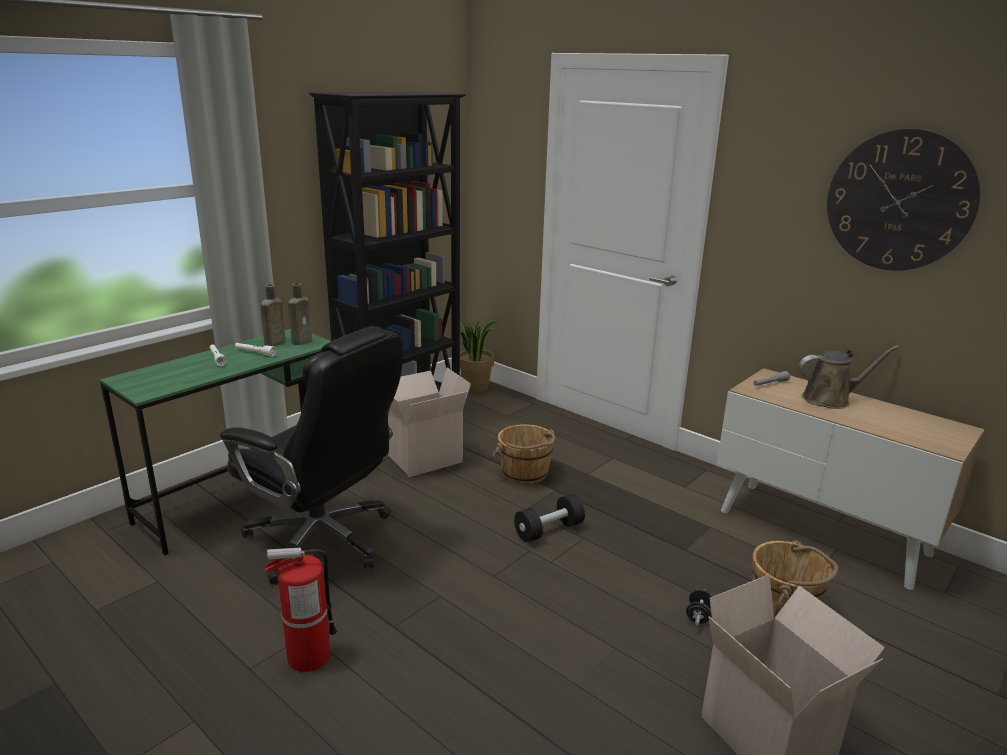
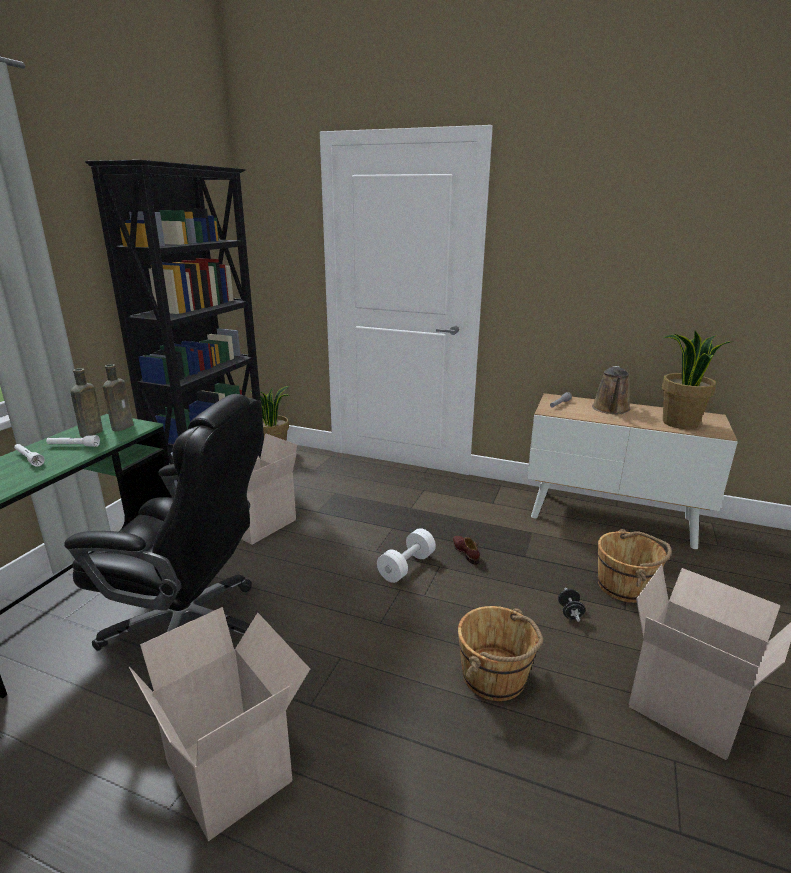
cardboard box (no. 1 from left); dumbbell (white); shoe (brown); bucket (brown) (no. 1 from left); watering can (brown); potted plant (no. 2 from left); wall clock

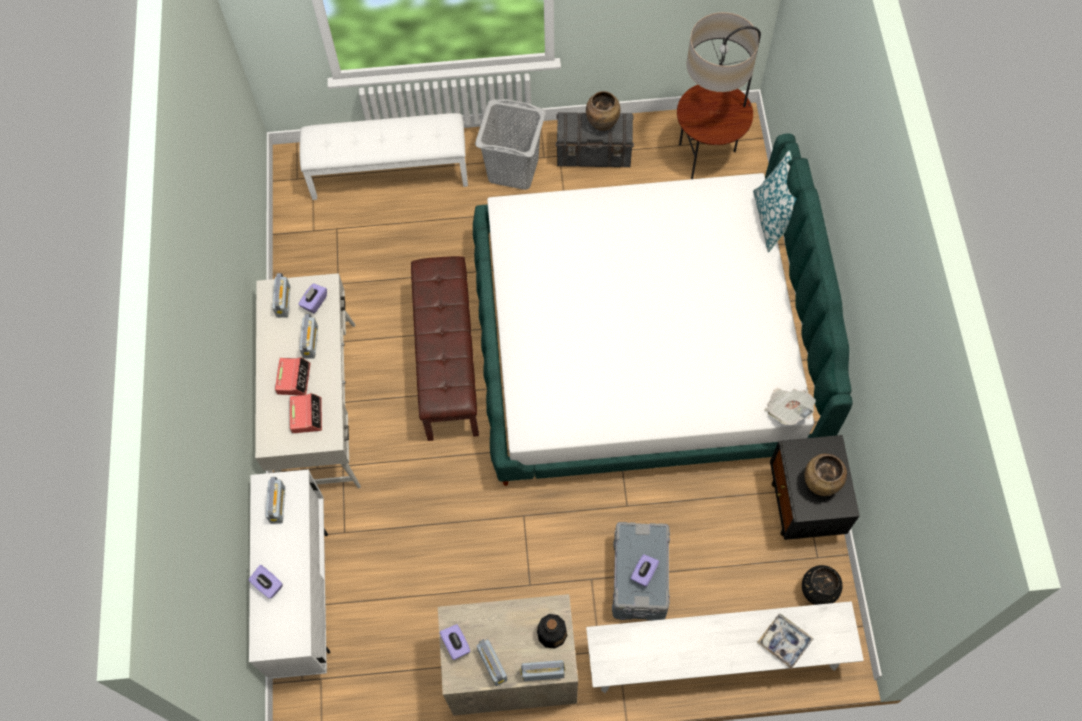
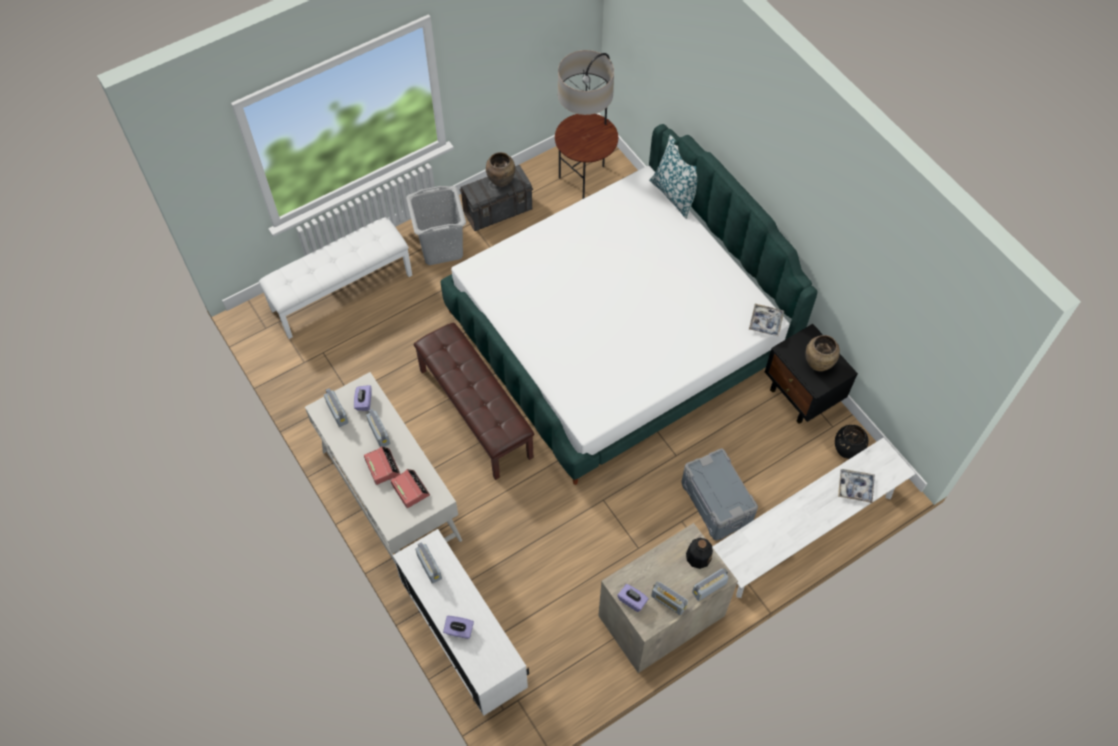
tray (no. 1 from left); tissue box (purple) (no. 4 from left in the first image)

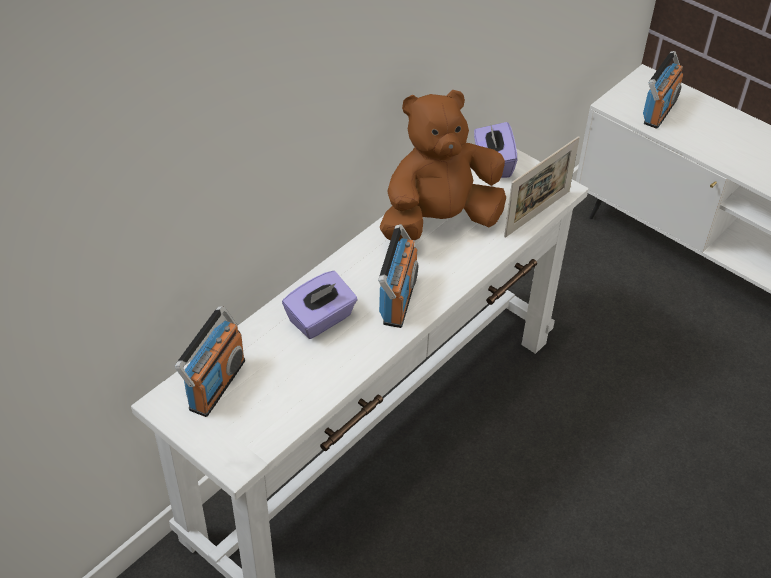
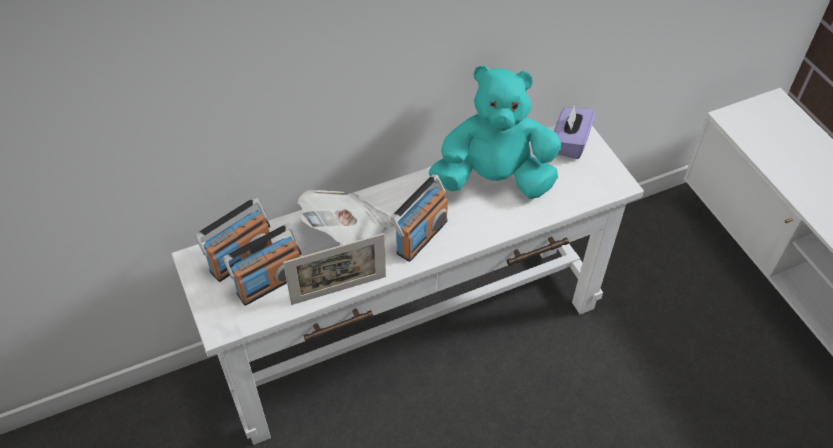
radio (no. 2 from left); picture frame; newspaper; plush toy (turquoise)

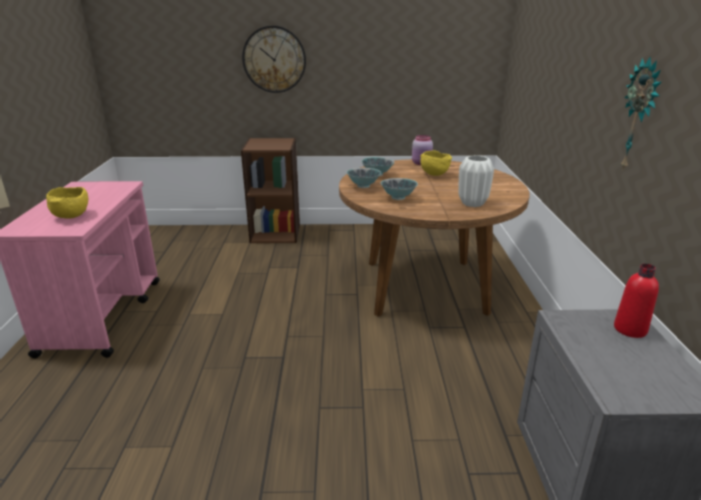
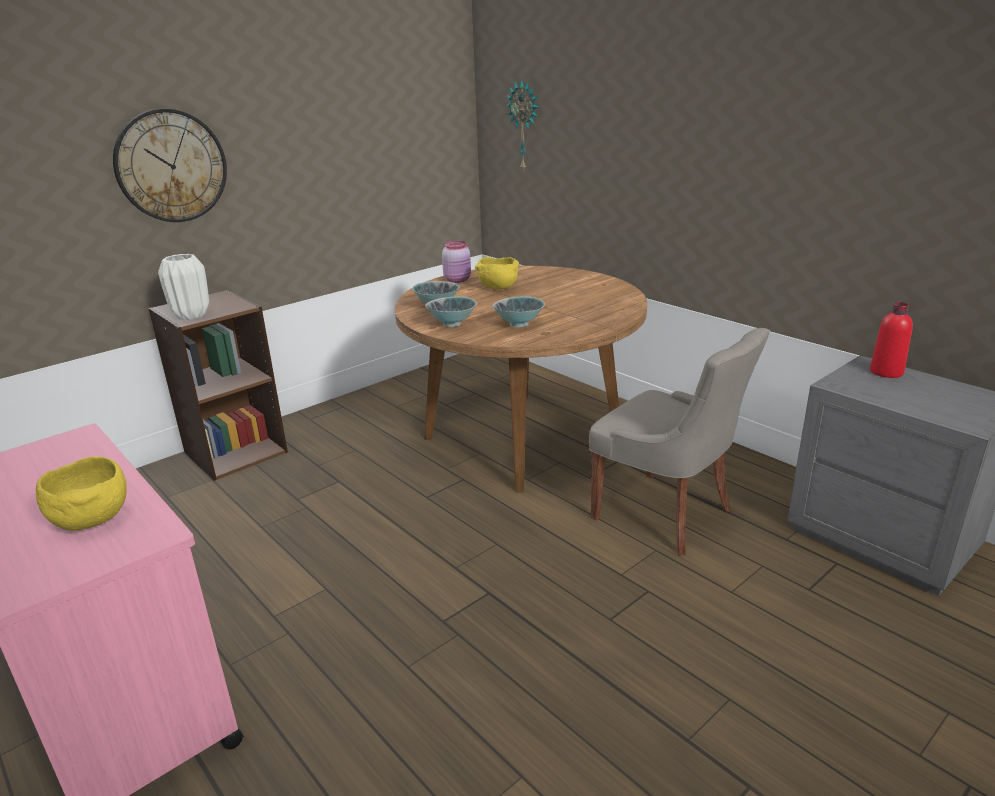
vase (white); wall clock (no. 2 from left); chair (grey)

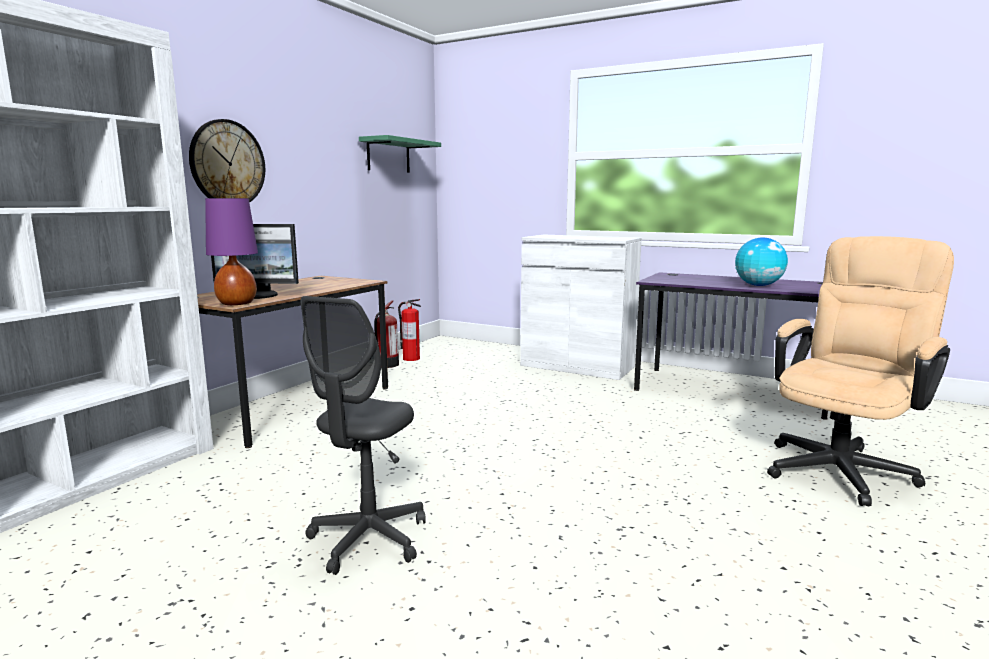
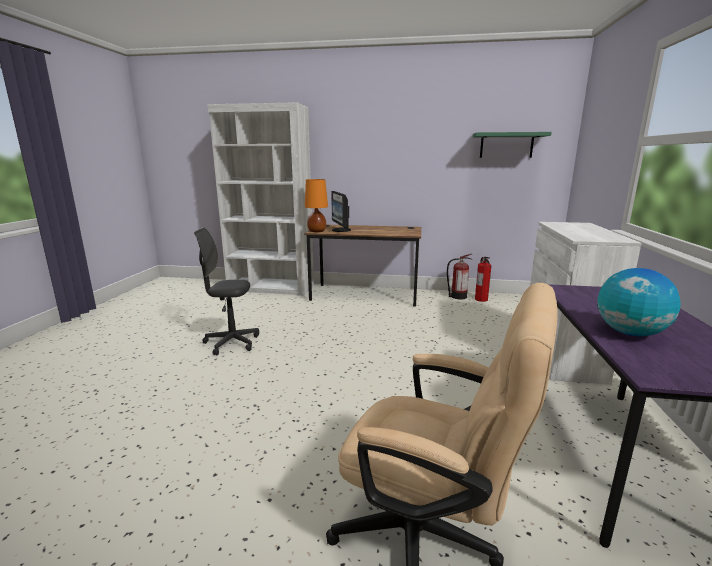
table lamp (orange); wall clock

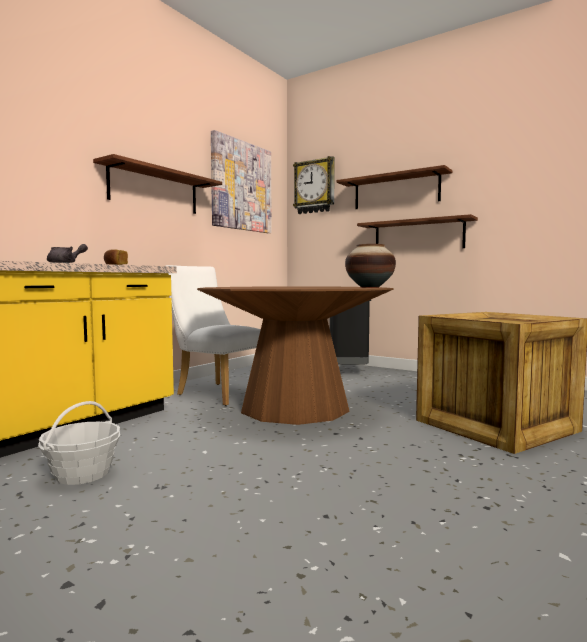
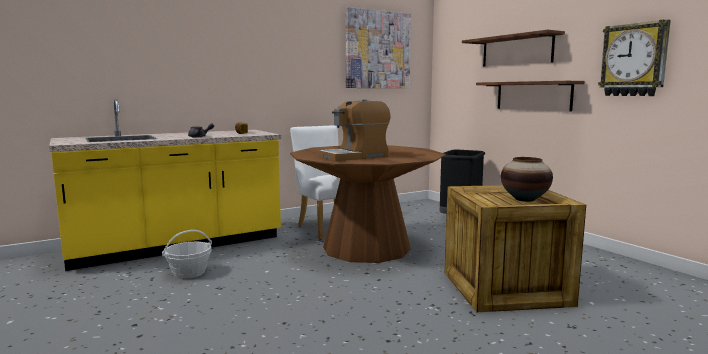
coffee machine; vase; wall clock; shelf (no. 1 from left in the first image)

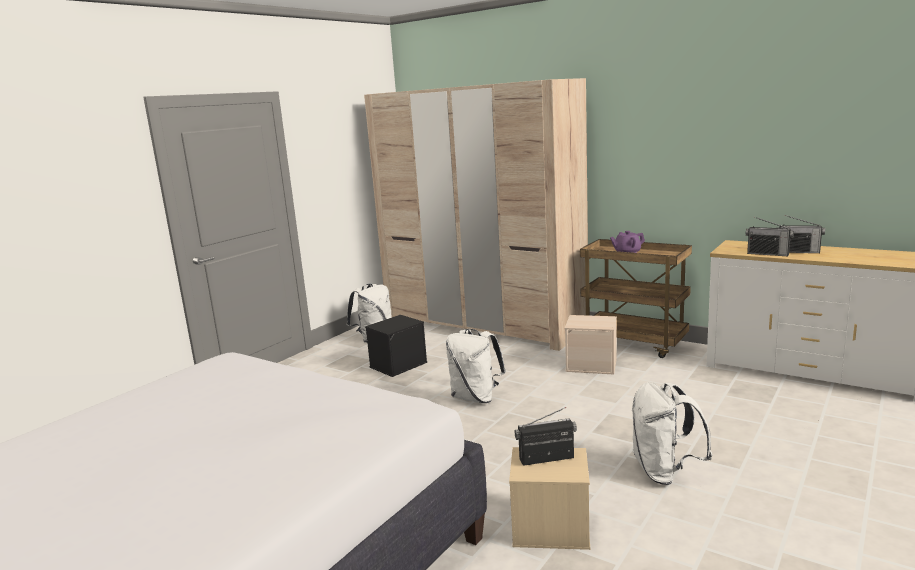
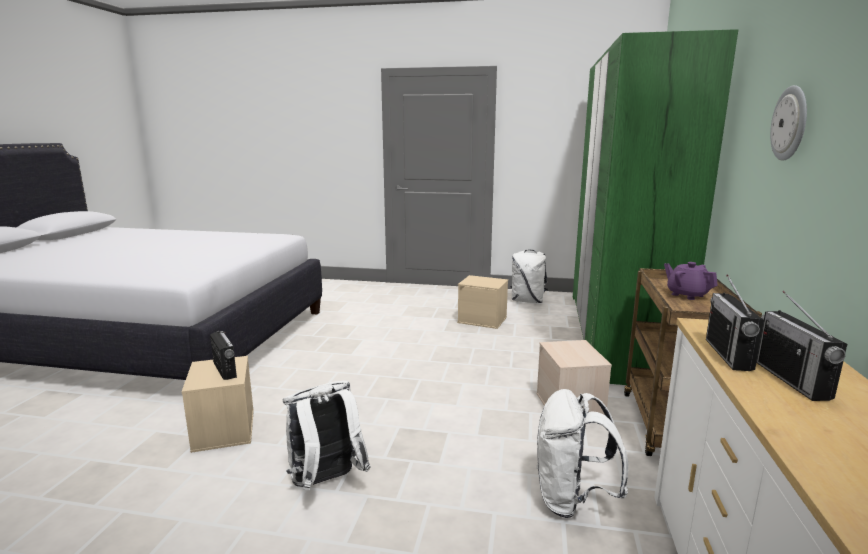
storage box (beige) (no. 2 from left); backpack (white) (no. 3 from left); wardrobe (green); wall clock

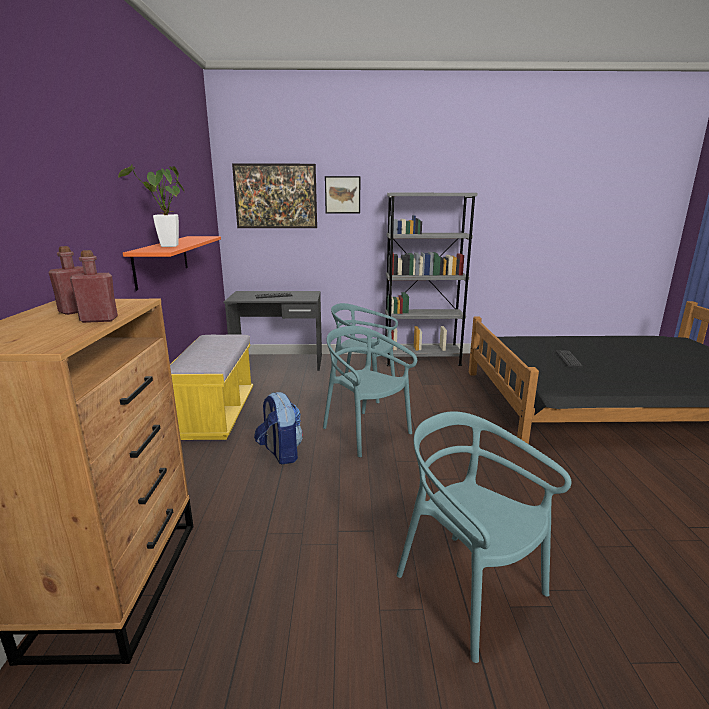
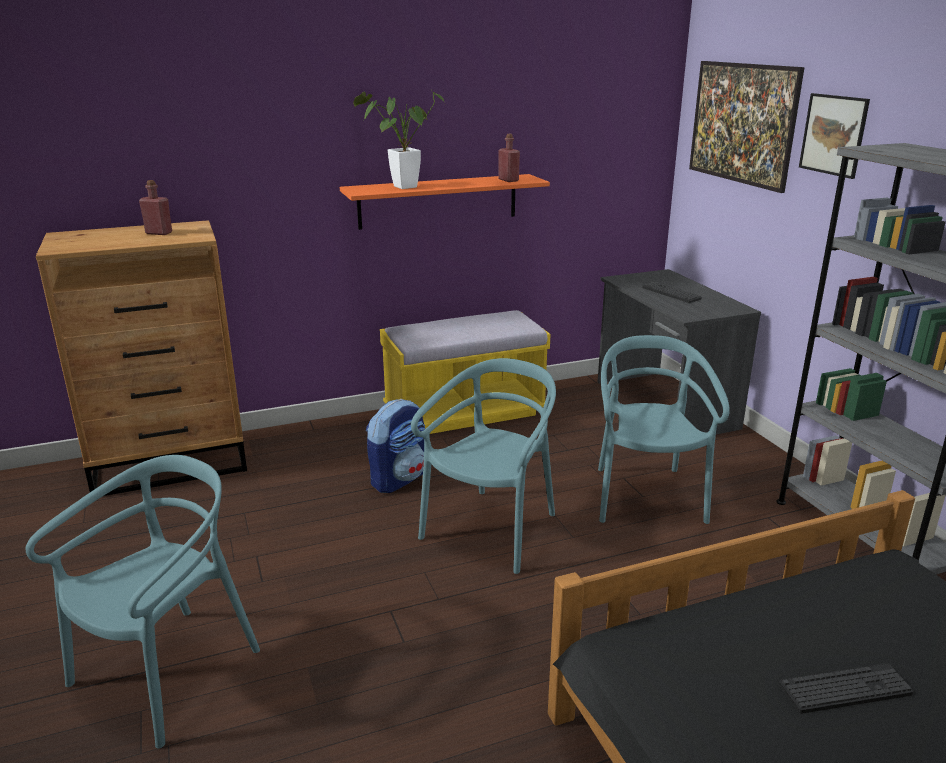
bottle (red) (no. 2 from left)

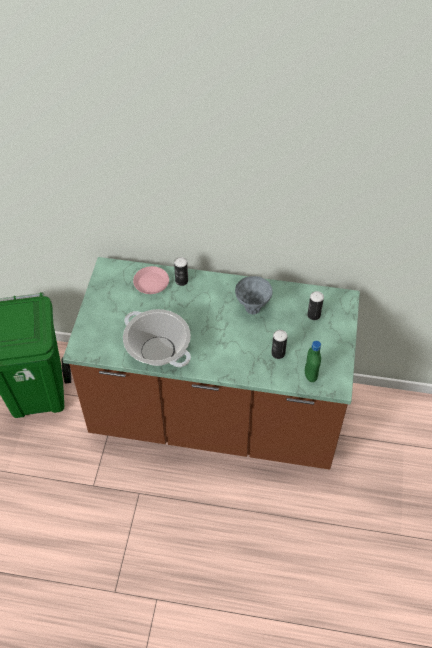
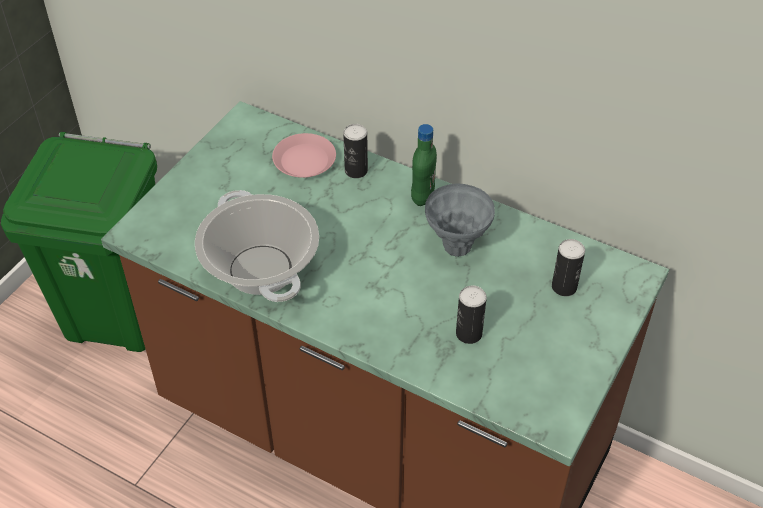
bottle (green)

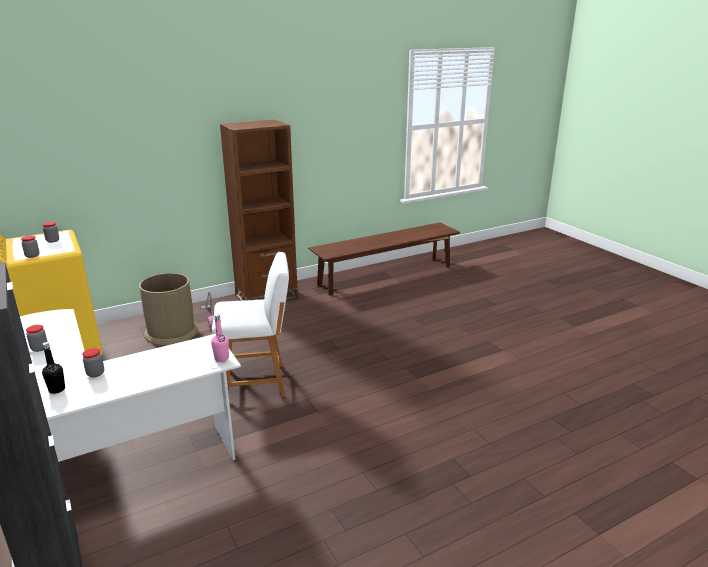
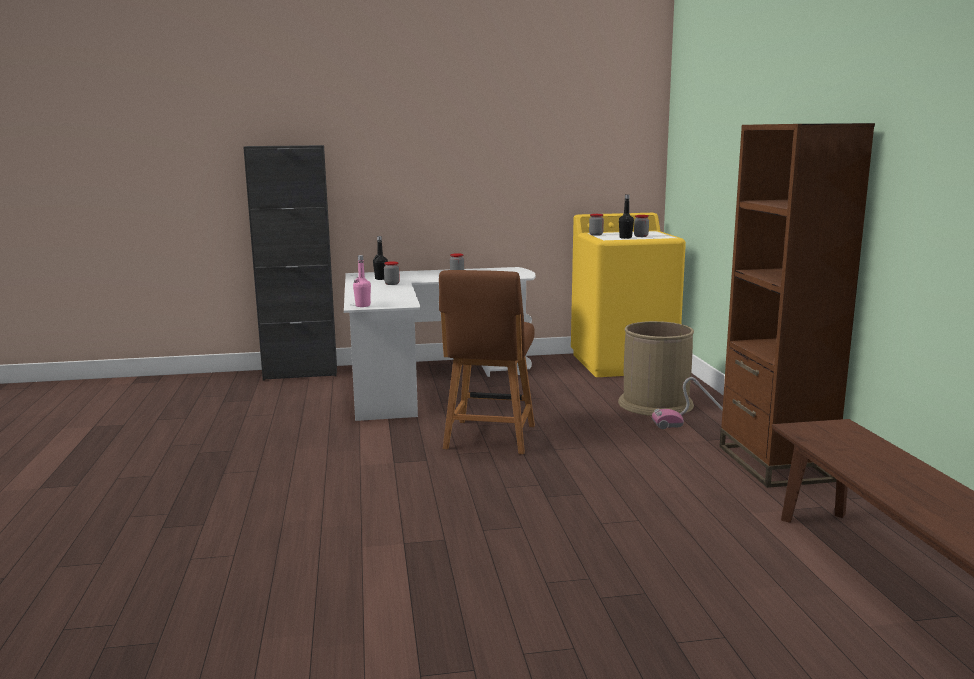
chair (brown); bottle (black) (no. 2 from left)

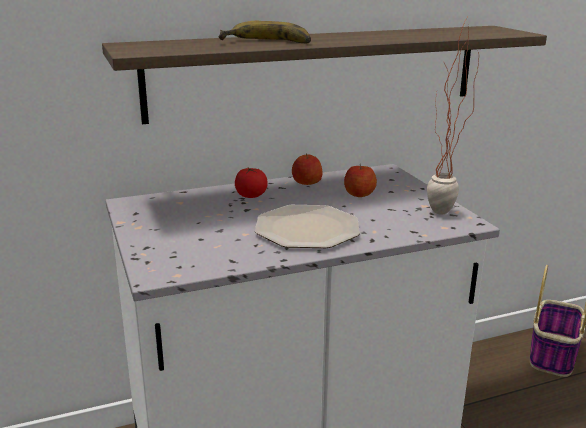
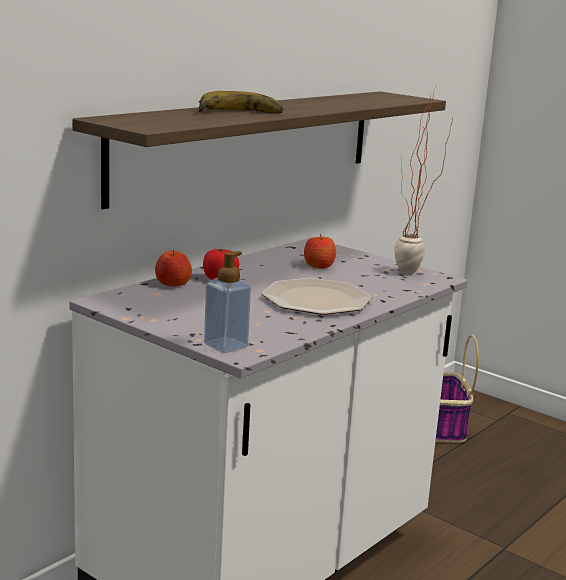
apple (no. 1 from left); soap dispenser

